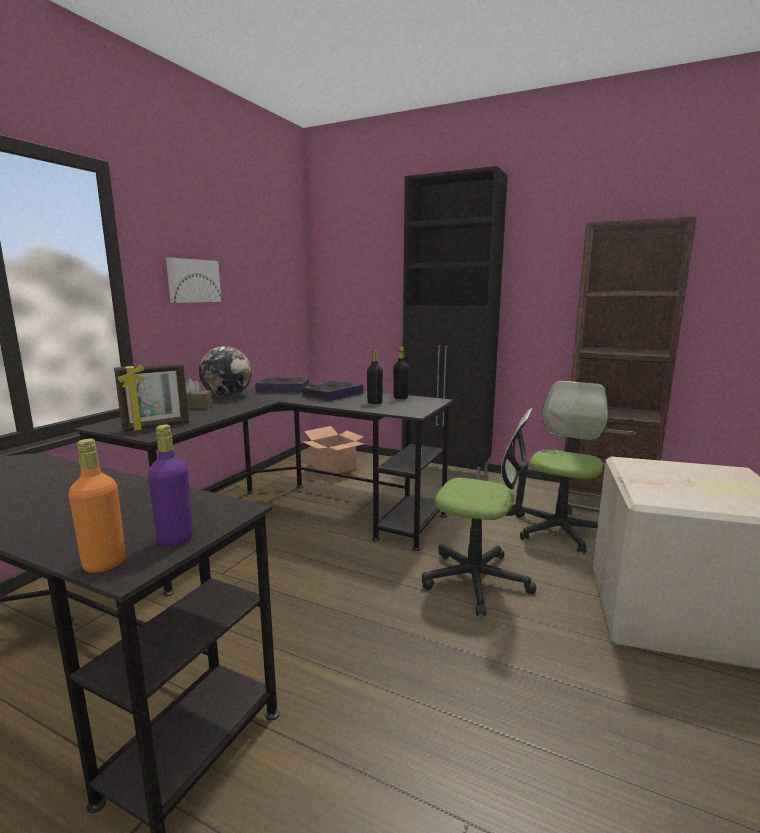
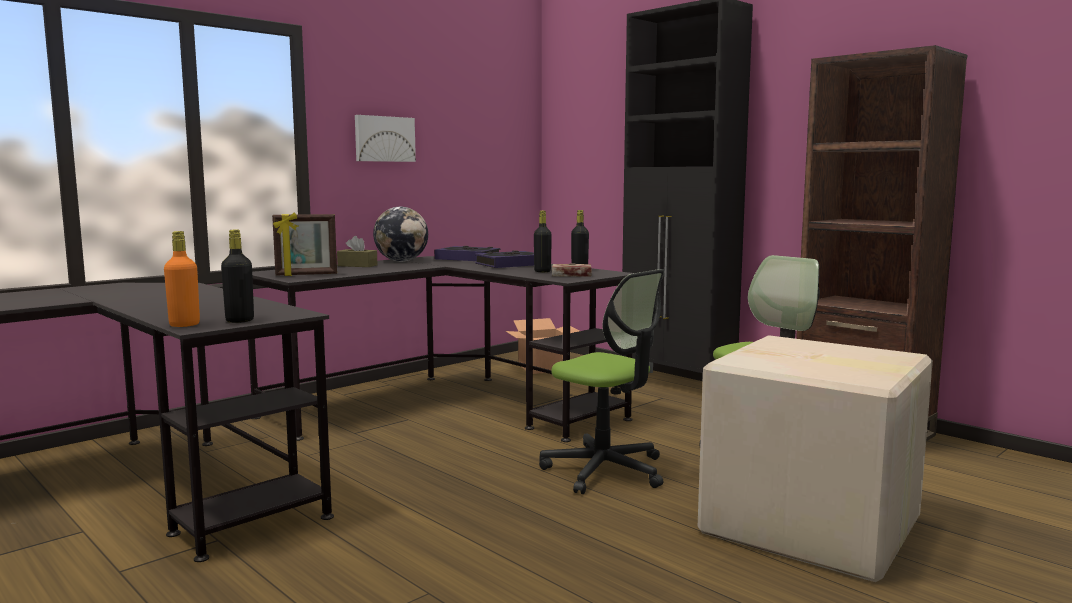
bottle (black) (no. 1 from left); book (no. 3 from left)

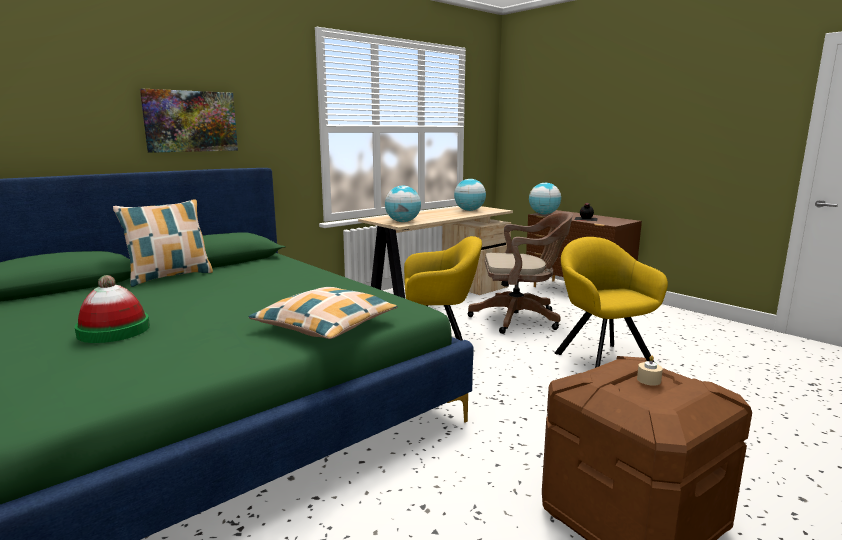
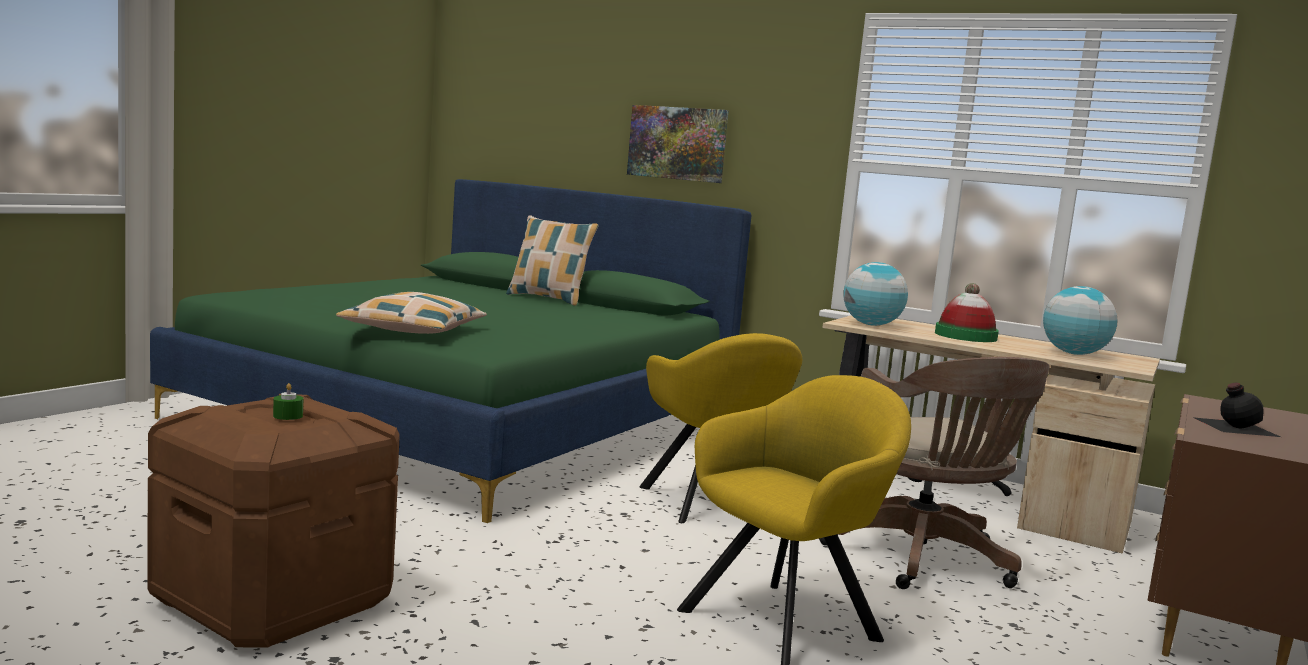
candle (green); hat; globe (no. 3 from left in the first image)

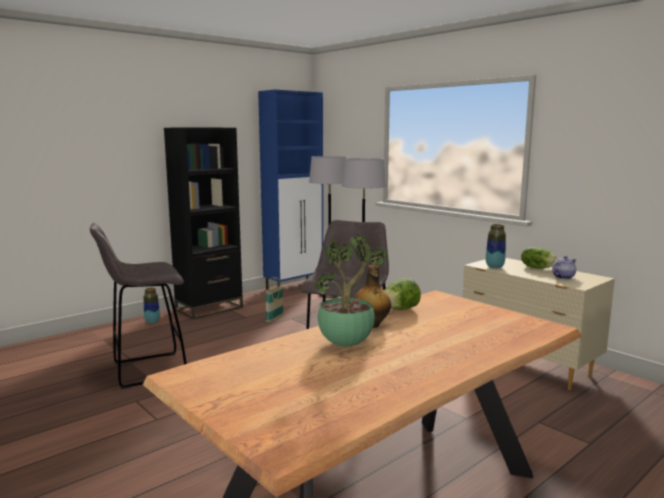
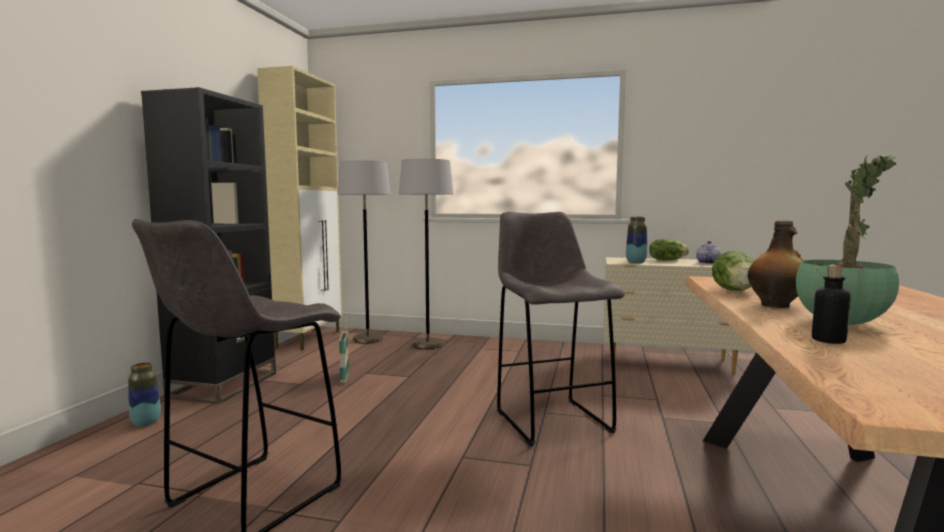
cabinet (beige); bottle (no. 2 from left)

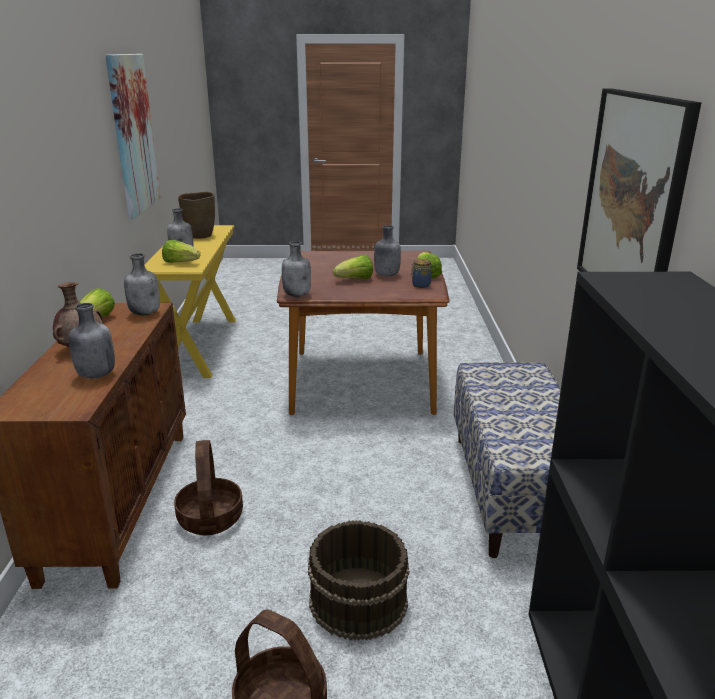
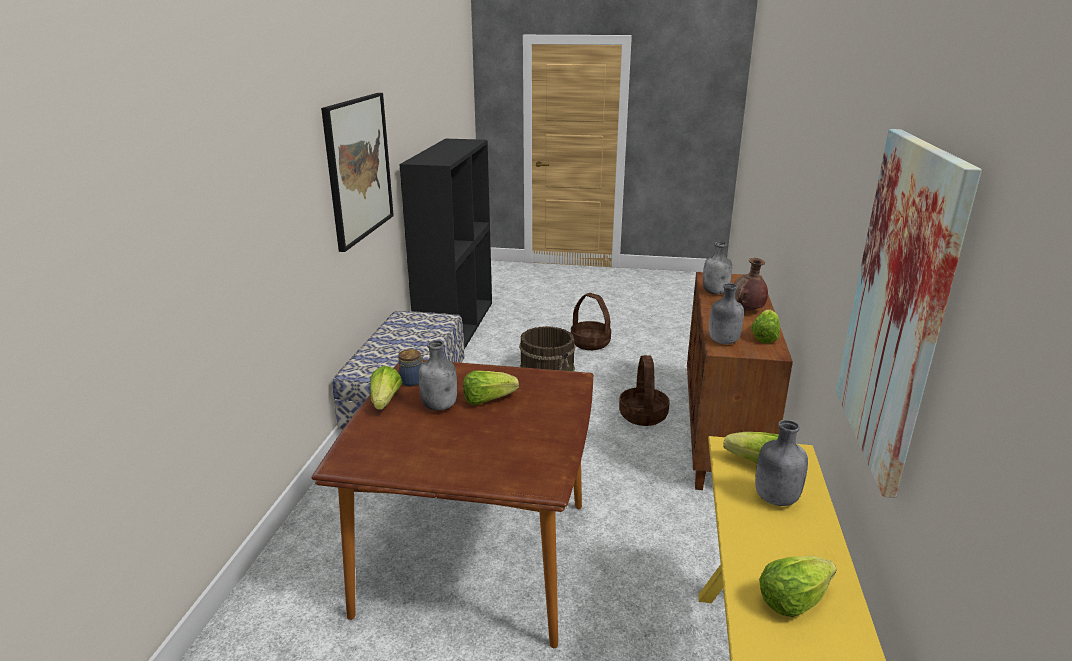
lettuce (no. 5 from left); bottle (grey) (no. 4 from left in the first image)

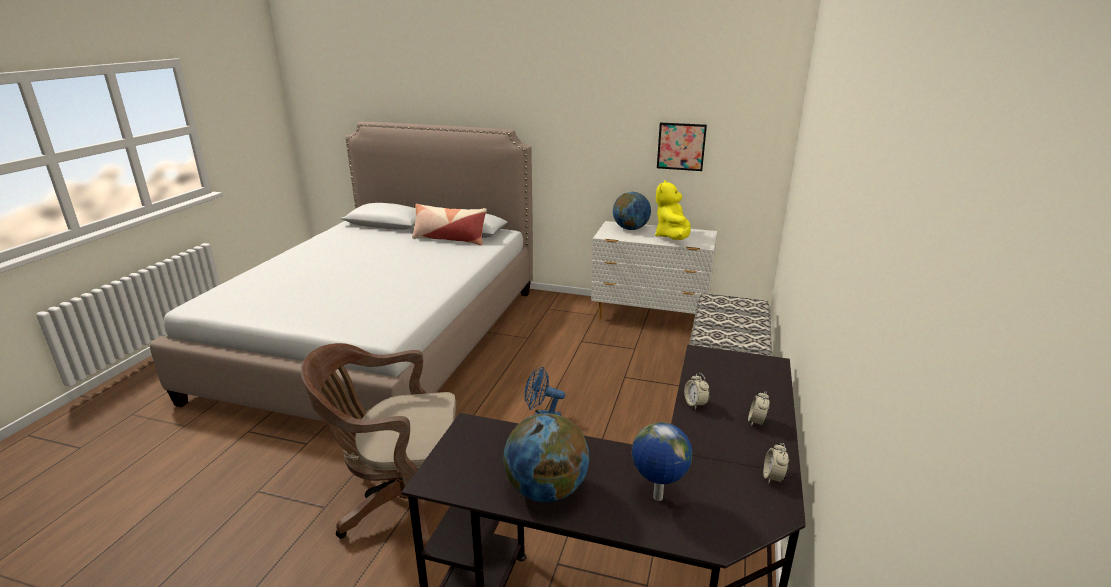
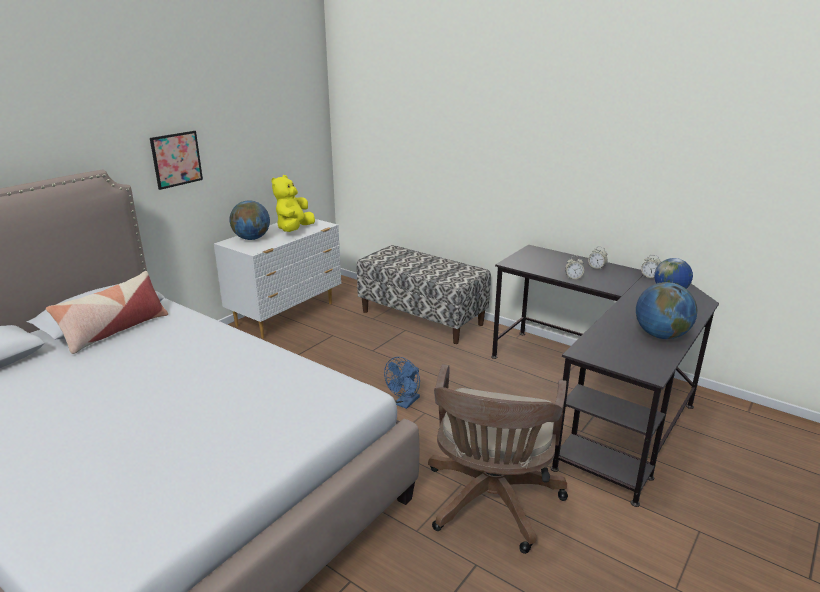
picture; plush toy (yellow)

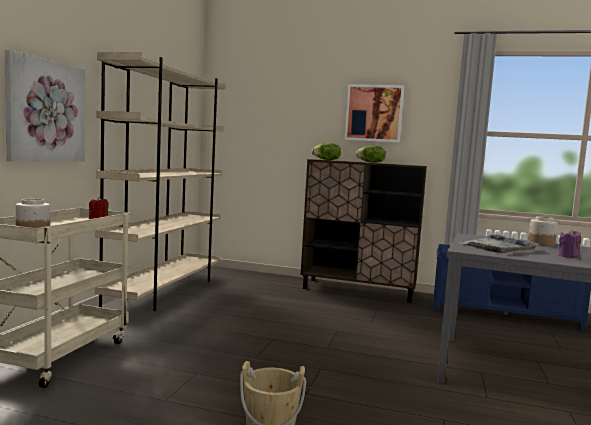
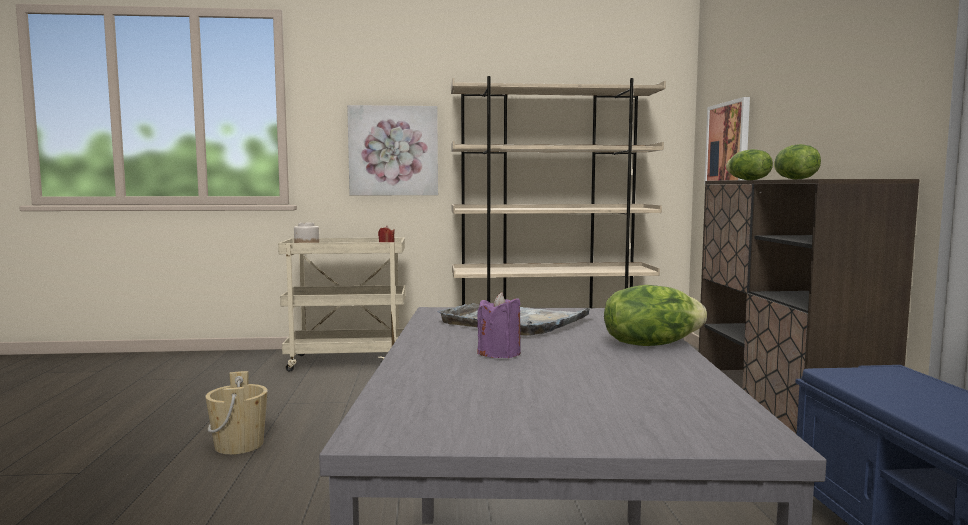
lettuce (no. 1 from left); picture (no. 2 from left)

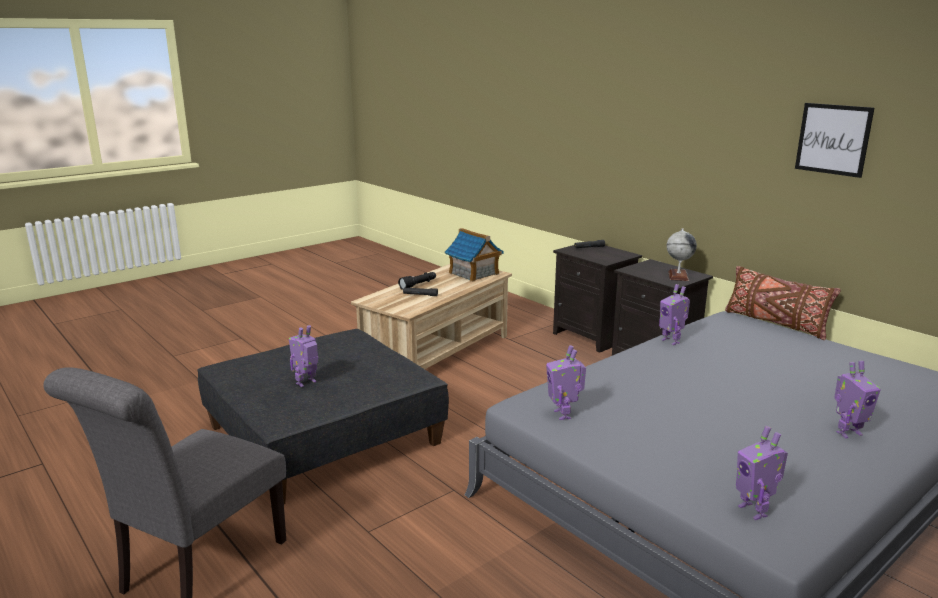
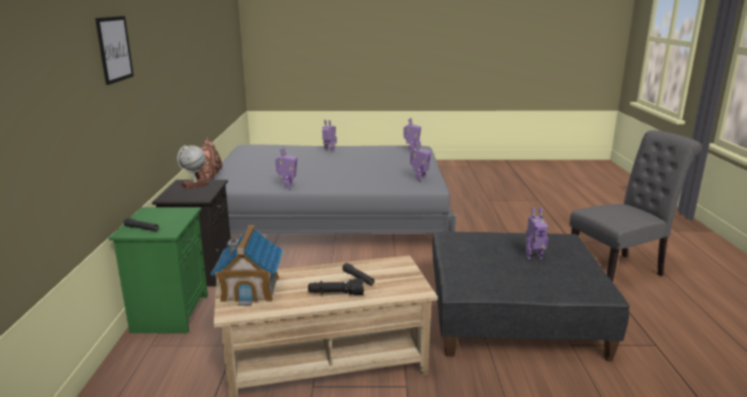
picture; nightstand (green)

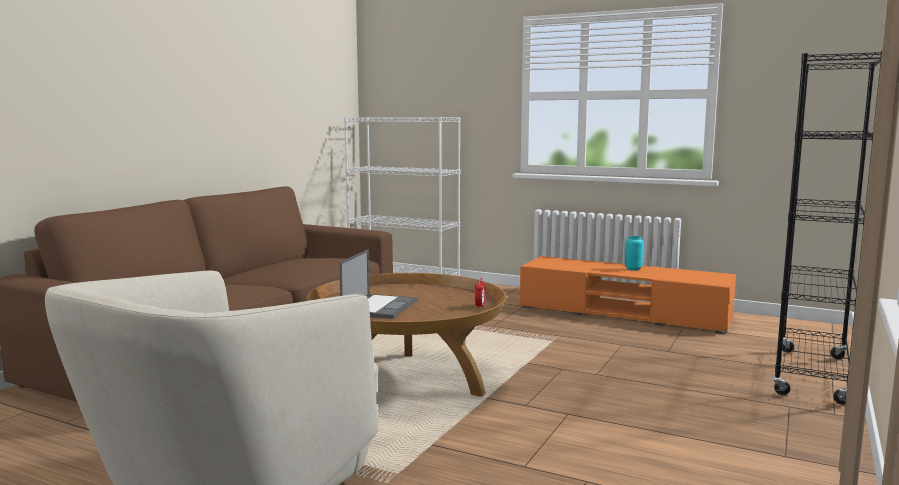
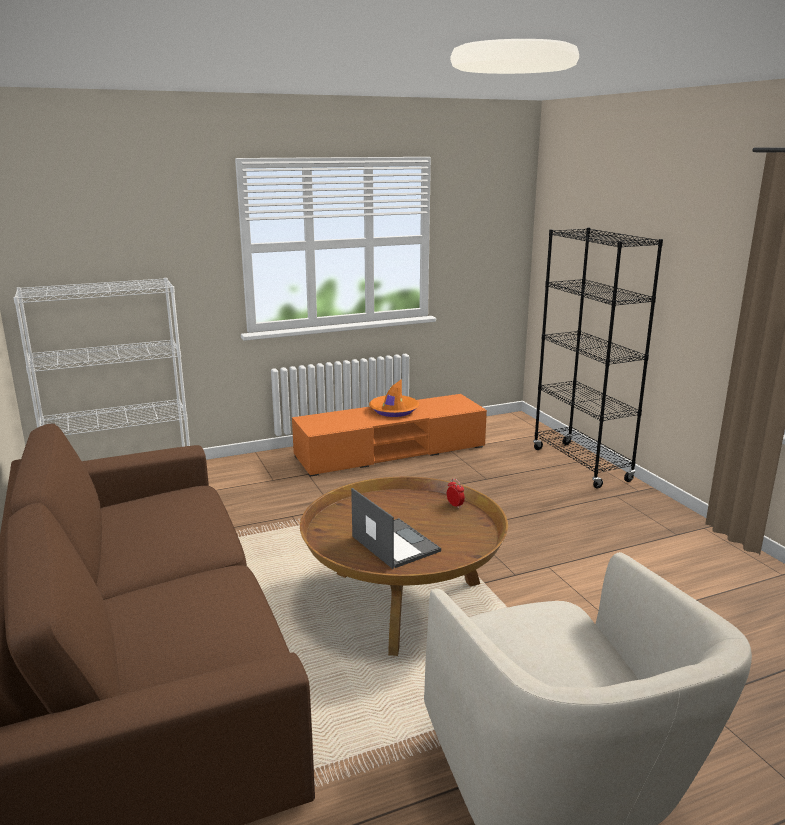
hat (orange)

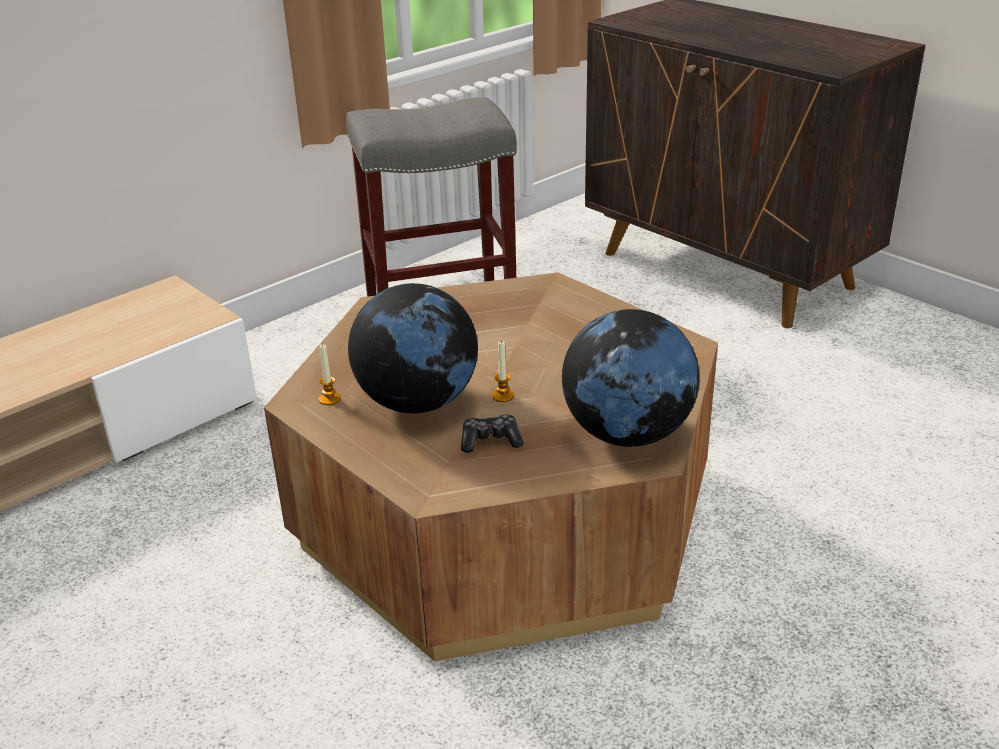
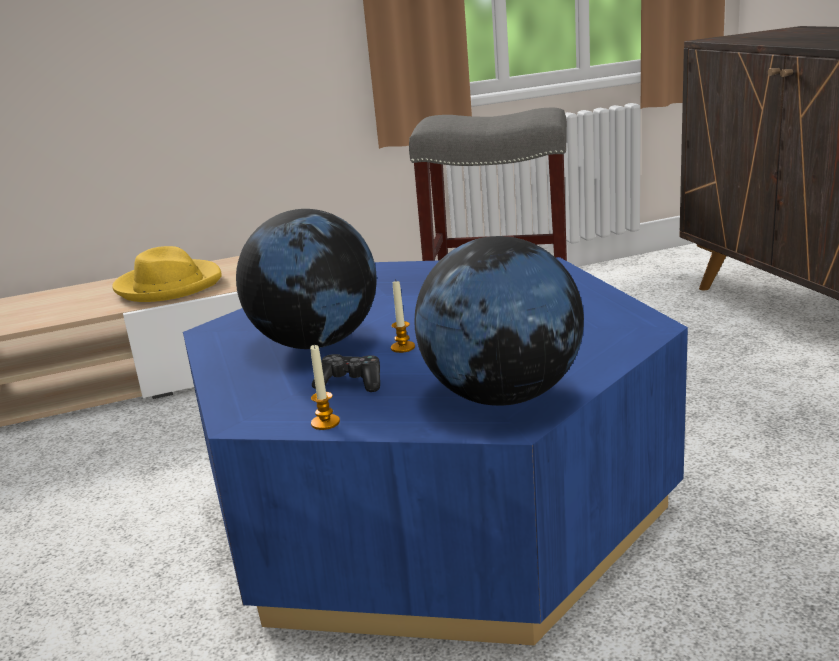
hat (yellow); coffee table (blue); candle (no. 1 from left)

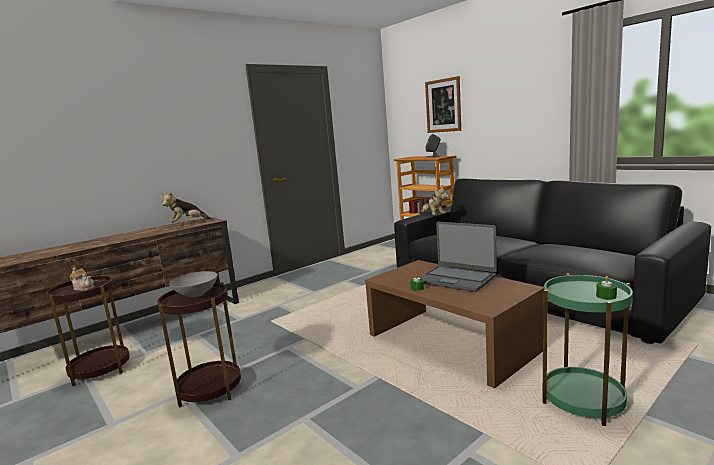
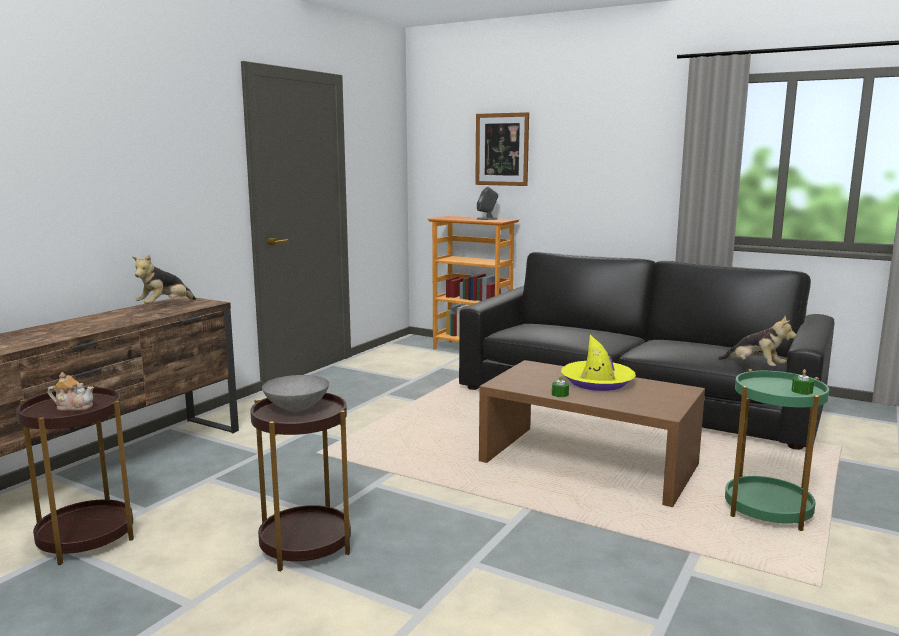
hat (yellow); plush toy (no. 2 from left)

